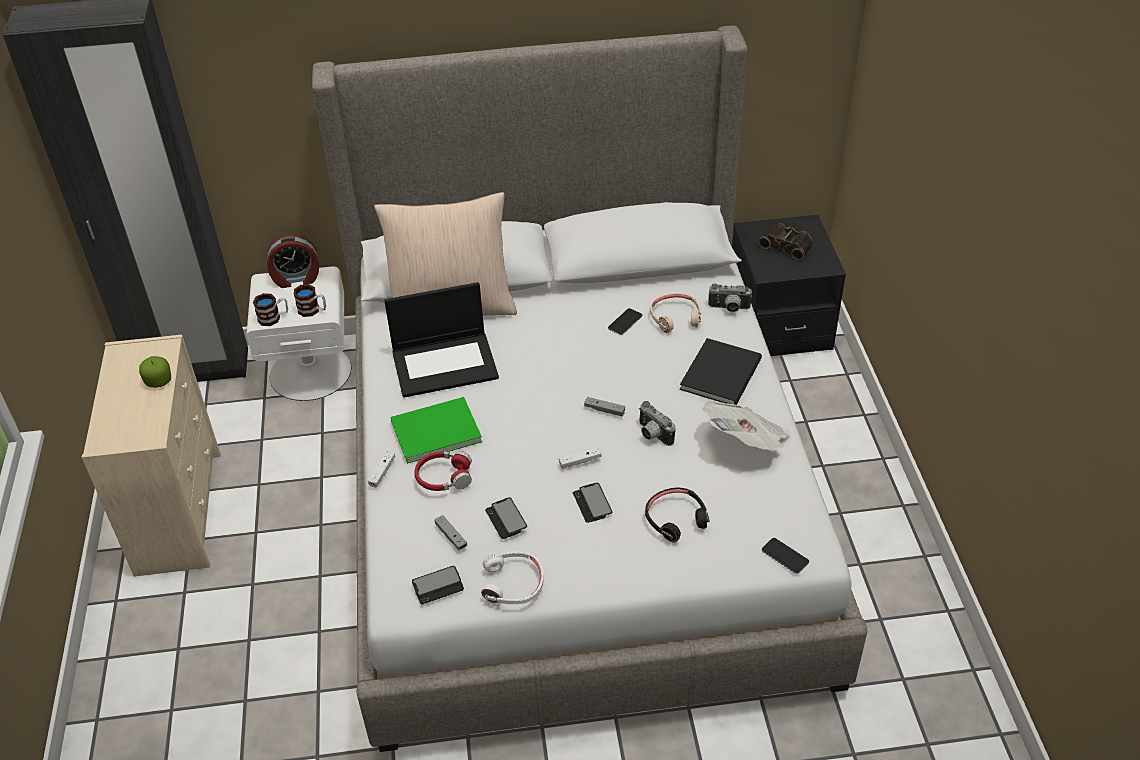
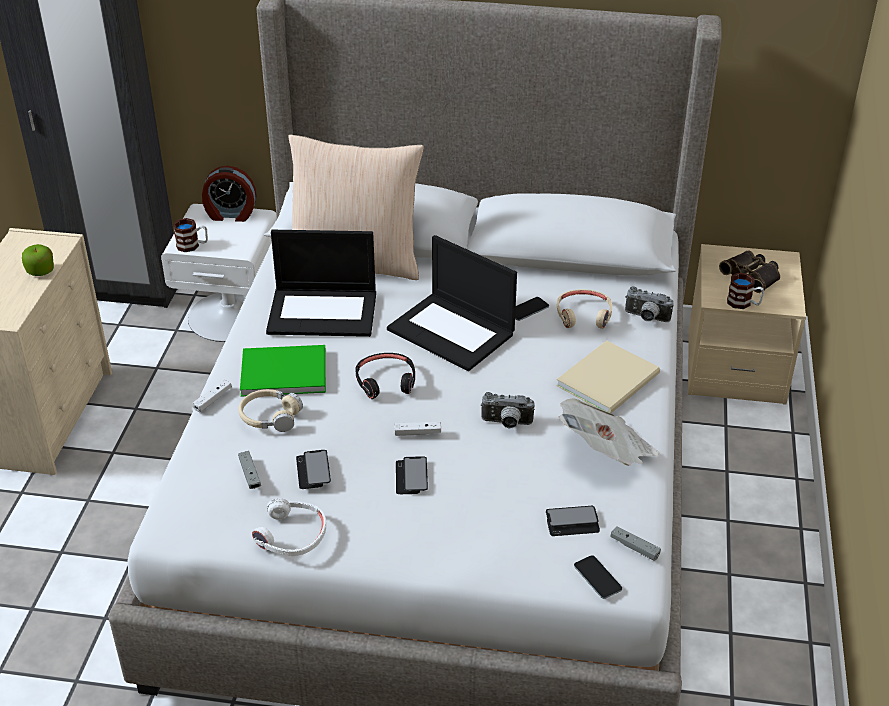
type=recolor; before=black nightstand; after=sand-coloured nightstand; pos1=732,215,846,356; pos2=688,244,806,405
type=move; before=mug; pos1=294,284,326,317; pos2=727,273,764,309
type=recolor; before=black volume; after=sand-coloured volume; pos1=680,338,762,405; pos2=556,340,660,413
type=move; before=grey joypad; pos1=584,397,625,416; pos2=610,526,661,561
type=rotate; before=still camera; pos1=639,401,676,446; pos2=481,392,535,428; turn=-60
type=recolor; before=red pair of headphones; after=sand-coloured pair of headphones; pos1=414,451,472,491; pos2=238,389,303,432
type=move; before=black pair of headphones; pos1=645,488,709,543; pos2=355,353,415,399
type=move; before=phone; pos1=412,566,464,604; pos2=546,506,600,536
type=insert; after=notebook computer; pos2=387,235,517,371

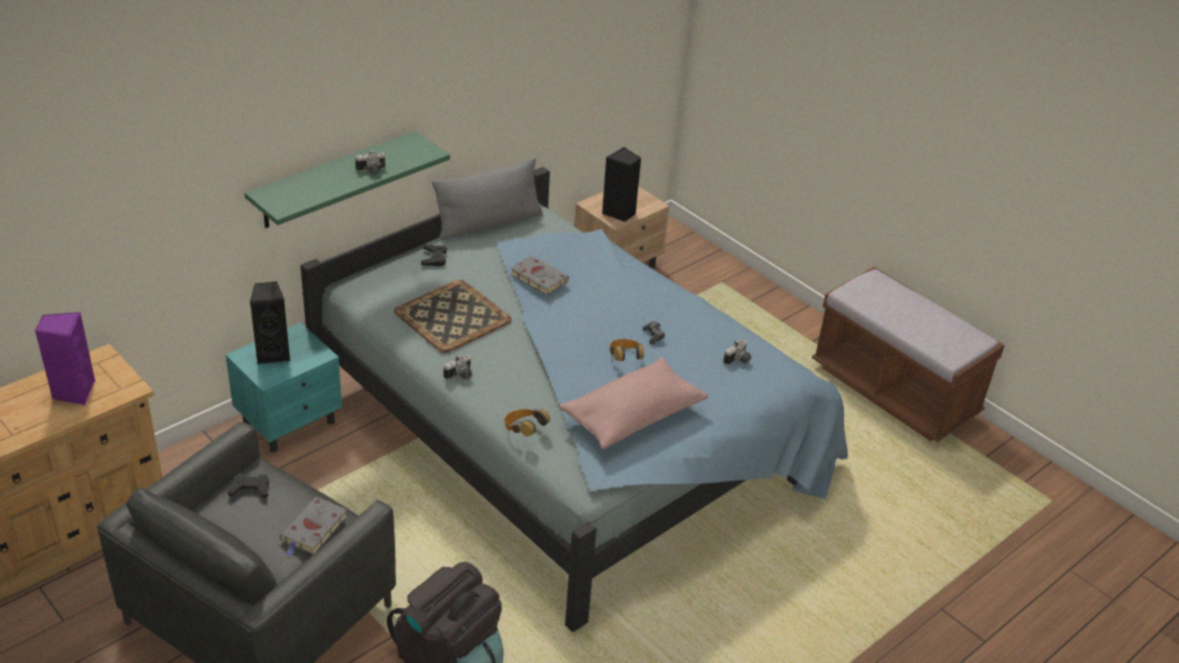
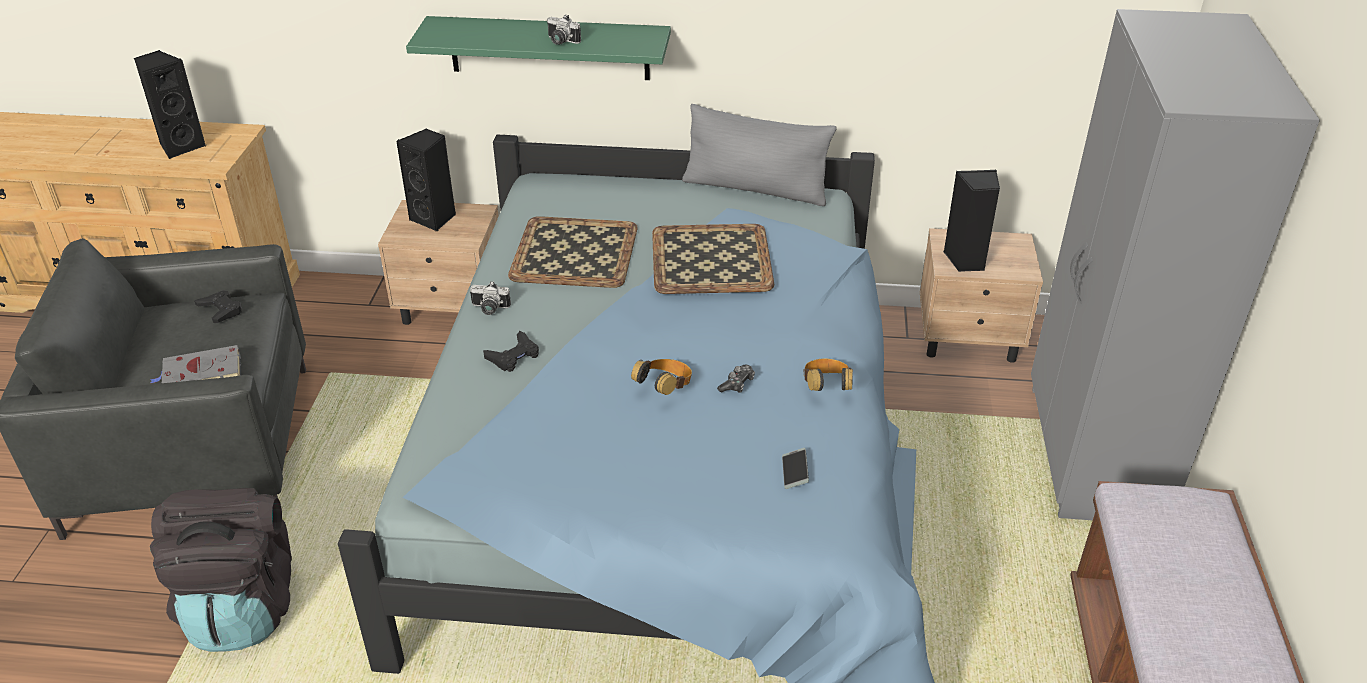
type=move; before=black joypad; pos1=421,244,447,266; pos2=483,331,539,372
type=replace; before=grey volume; after=tray; pos1=510,255,569,295; pos2=652,224,774,294
type=recolor; before=purplish loudspeaker; after=black loudspeaker; pos1=35,312,95,405; pos2=134,50,206,159
type=recolor; before=blue-green nightstand; after=sand-coloured nightstand; pos1=225,322,342,452; pos2=378,200,499,325
type=replace; before=still camera; after=phone; pos1=723,340,751,365; pos2=782,448,809,489
type=delete; before=pink-coloured cushion; pos1=559,358,708,449
type=move; before=pair of headphones; pos1=504,409,550,437; pos2=803,358,853,391
type=insert; after=grey clothes cupboard; pos2=1031,9,1320,520

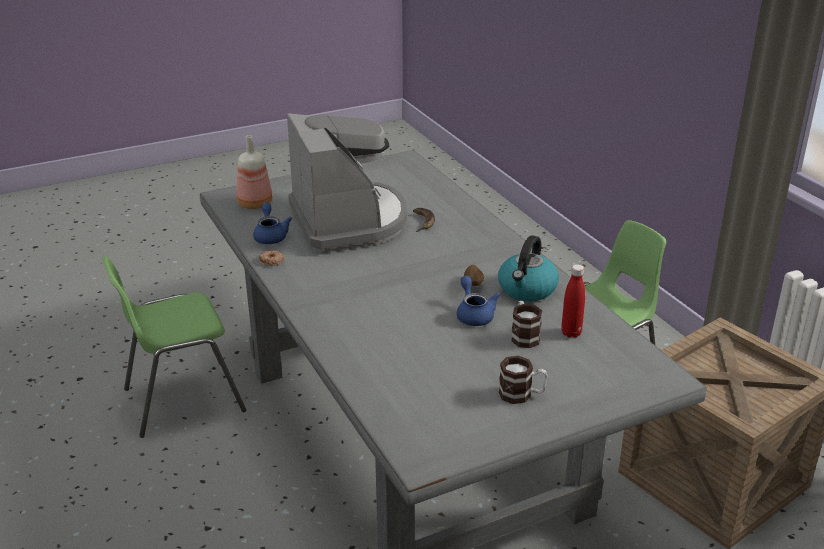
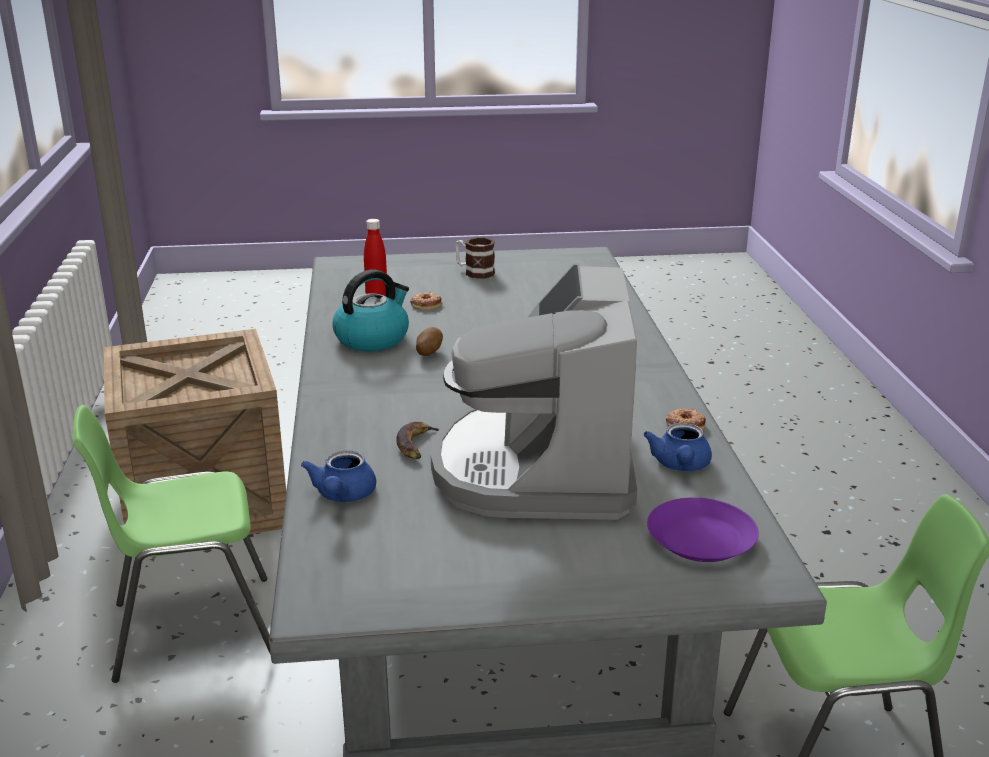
type=replace; before=bottle; after=purplish flat dish; pos1=236,135,273,209; pos2=647,497,759,562
type=move; before=bluish tea pot; pos1=457,276,500,326; pos2=301,450,376,502
type=replace; before=mug; after=donut; pos1=511,301,542,348; pos2=410,292,442,310

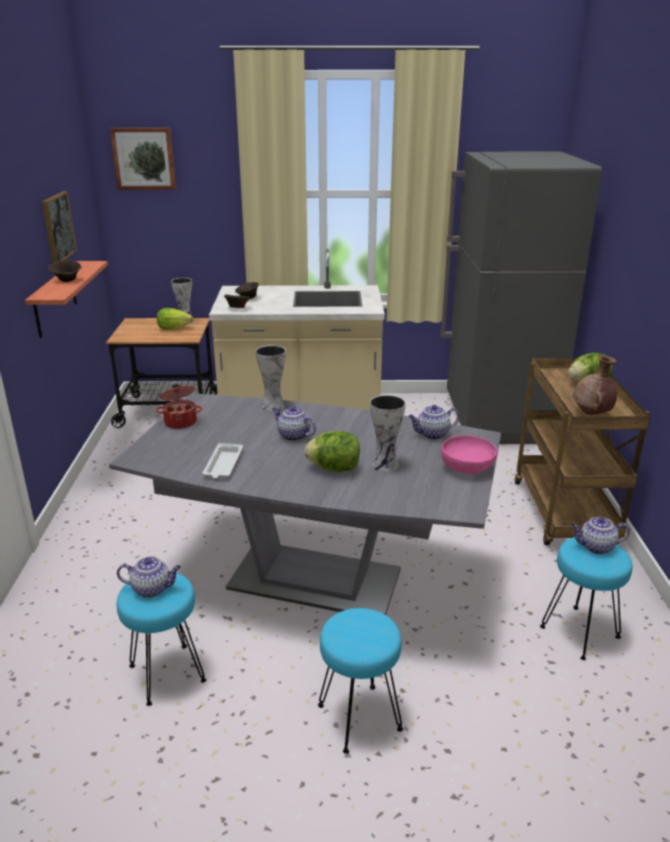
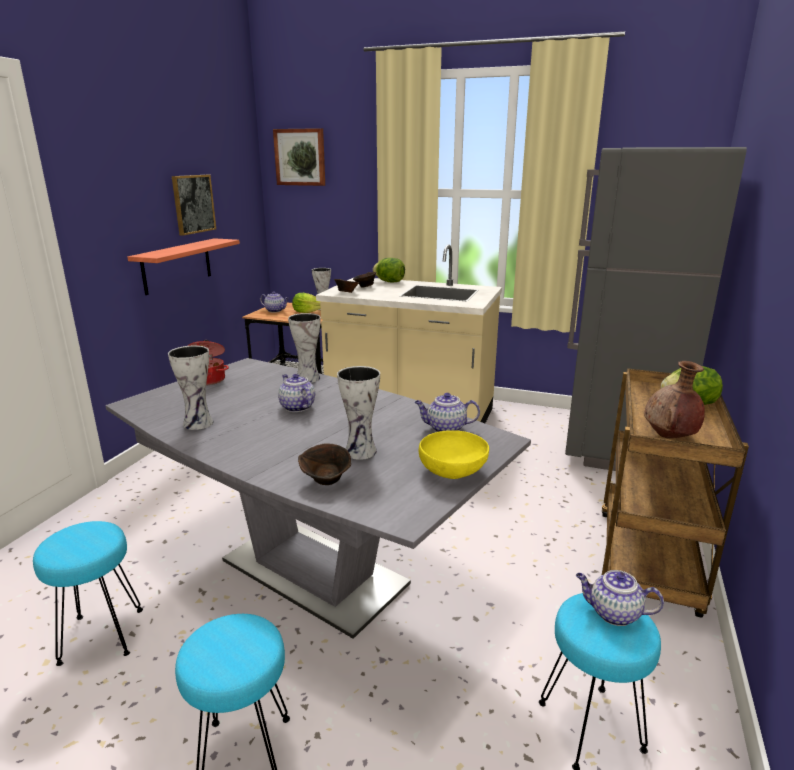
type=move; before=brownish deep dish; pos1=48,260,82,282; pos2=298,443,351,485
type=move; before=lettuce head; pos1=304,431,360,472; pos2=373,258,405,283
type=recolor; before=pink-coloured deep dish; after=yellowish deep dish; pos1=441,435,498,474; pos2=419,430,489,479
type=replace; before=whitish tray; after=decorative vase; pos1=202,443,243,478; pos2=168,345,214,430
type=move; before=tea pot; pos1=117,557,181,598; pos2=260,291,288,312

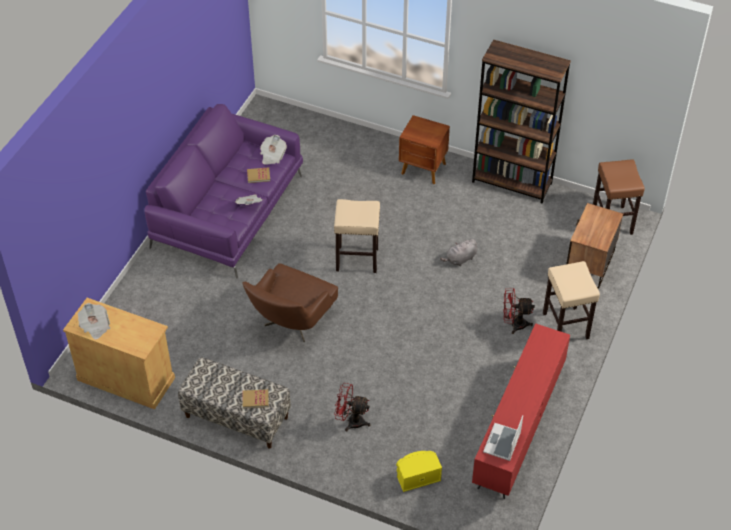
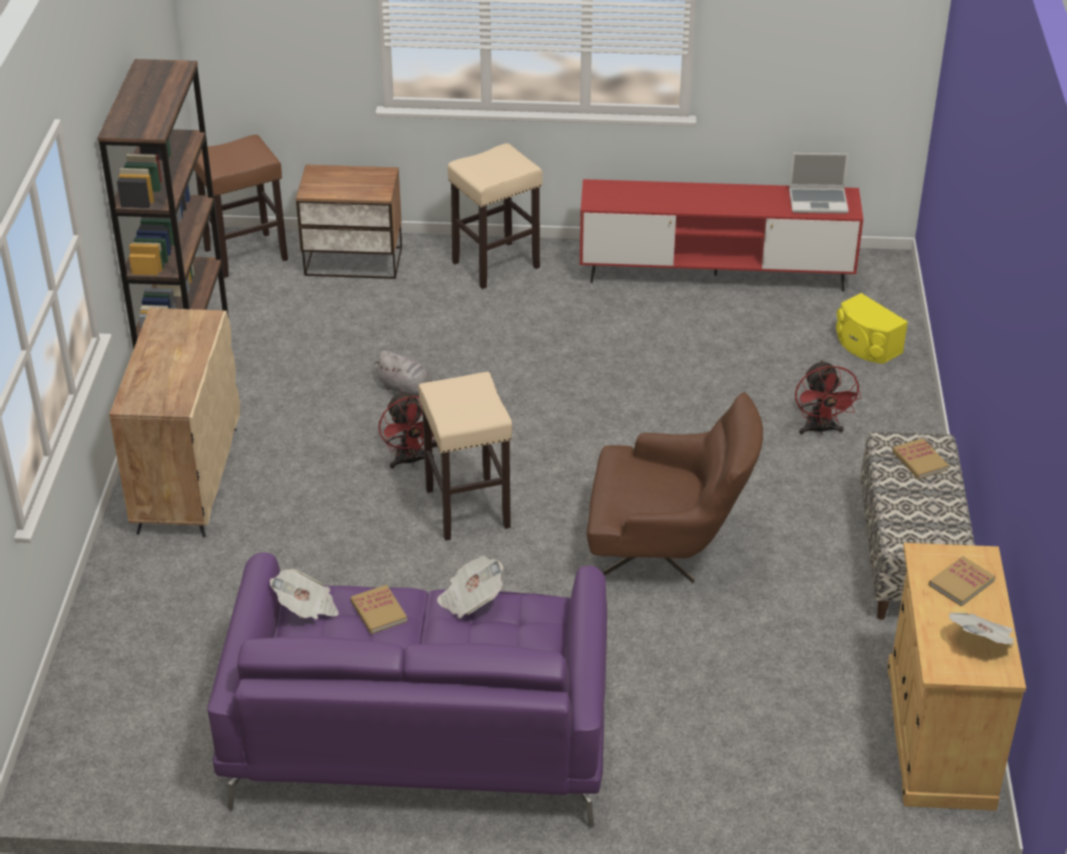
type=replace; before=brownish nightstand; after=sand-coloured storage cabinet; pos1=399,115,450,184; pos2=109,308,240,537
type=move; before=red cooling fan; pos1=503,288,535,334; pos2=379,390,434,469
type=insert; after=volume; pos2=929,556,995,607

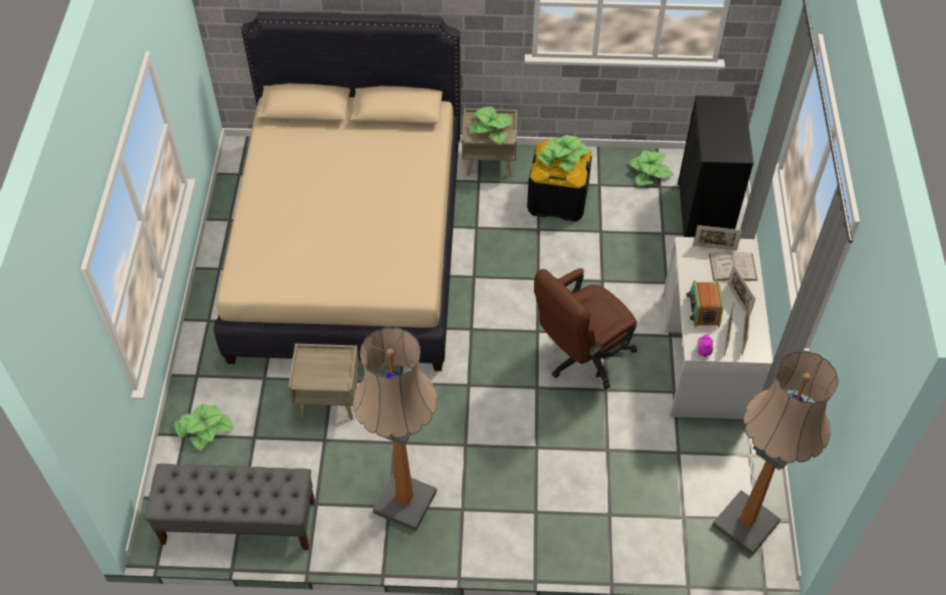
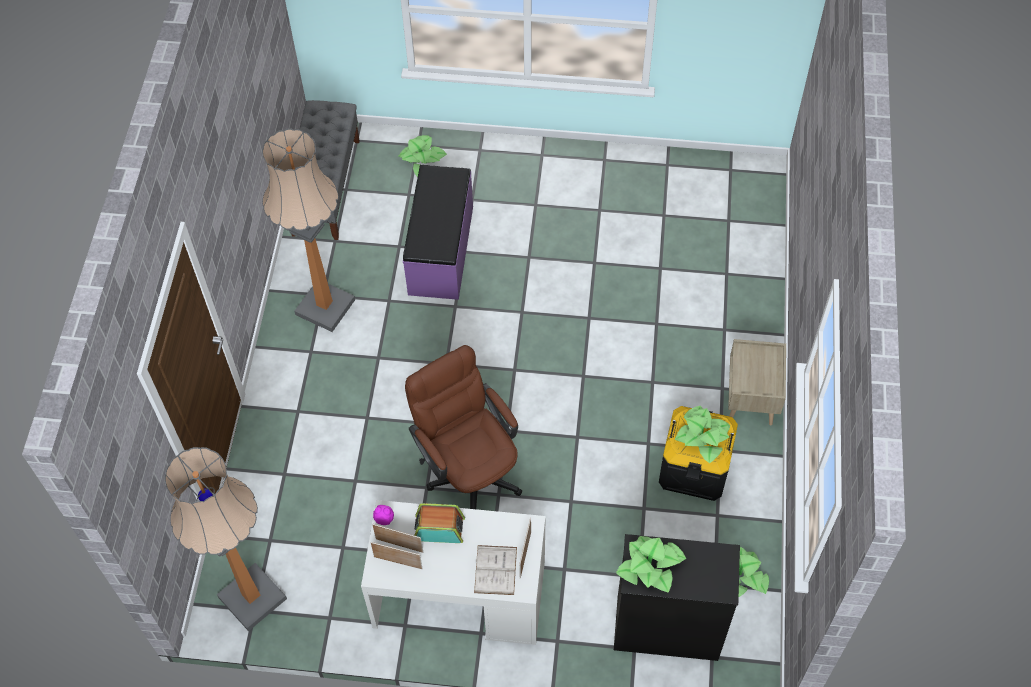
type=delete; before=sand-coloured bedroom bed; pos1=213,12,461,371
type=move; before=plant in a pot; pos1=469,106,513,144; pos2=616,536,686,593
type=delete; before=standing frame; pos1=728,265,756,315
type=replace; before=sand-coloured nightstand; after=purplish bench; pos1=288,343,360,420; pos2=403,165,473,300

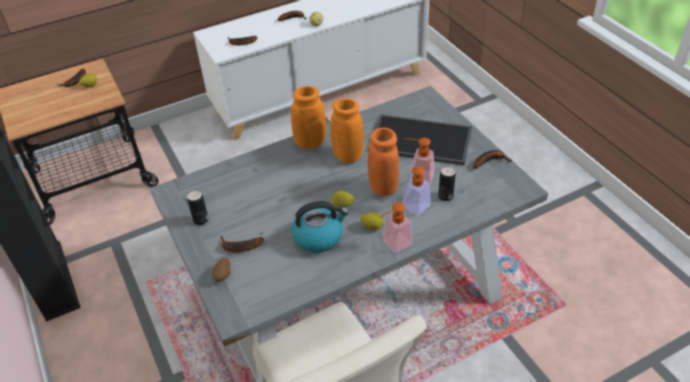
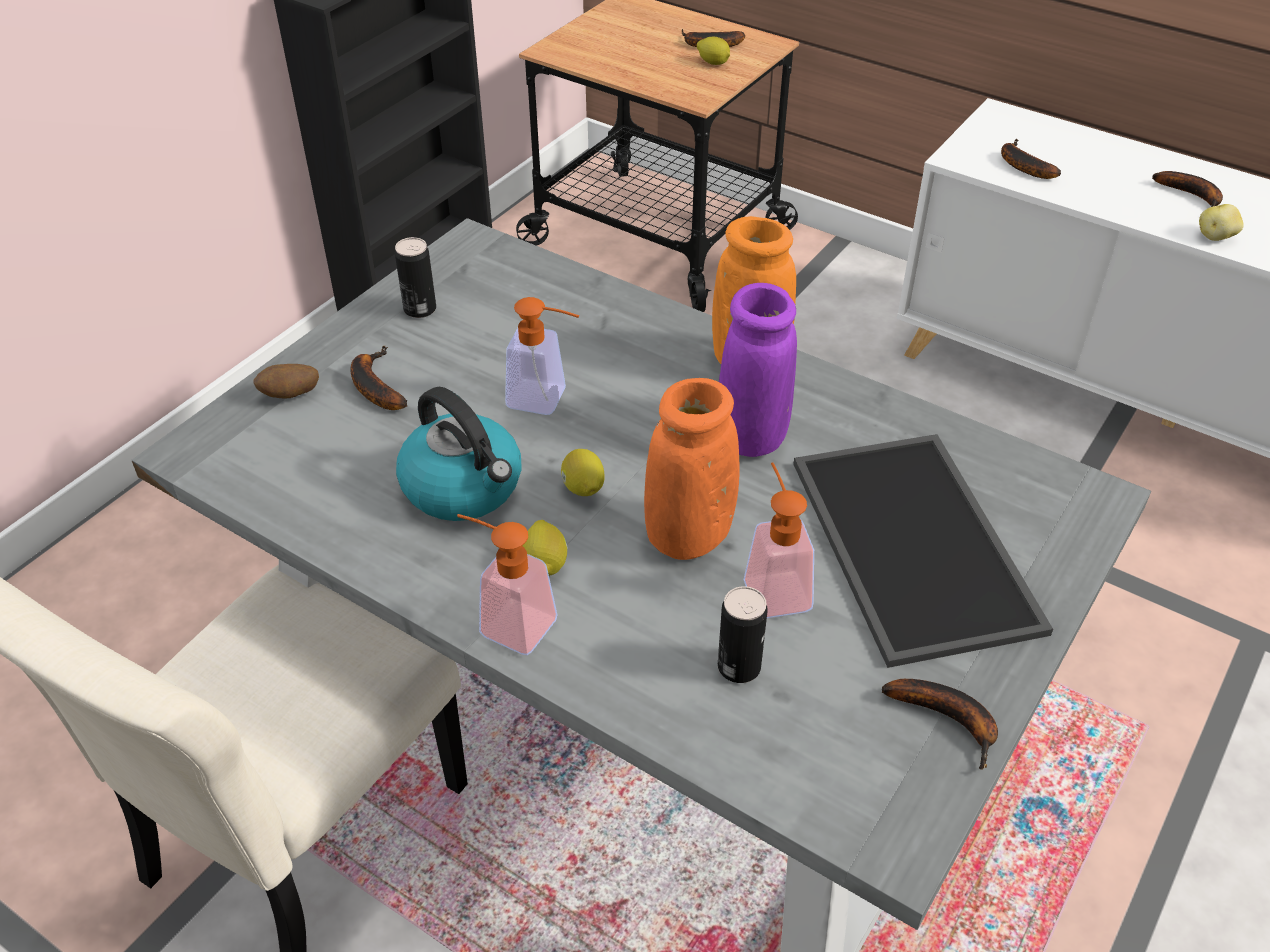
type=recolor; before=orange-coloured decorative vase; after=purplish decorative vase; pos1=331,99,364,163; pos2=719,283,797,457
type=move; before=soap bottle; pos1=403,160,432,215; pos2=505,297,580,415

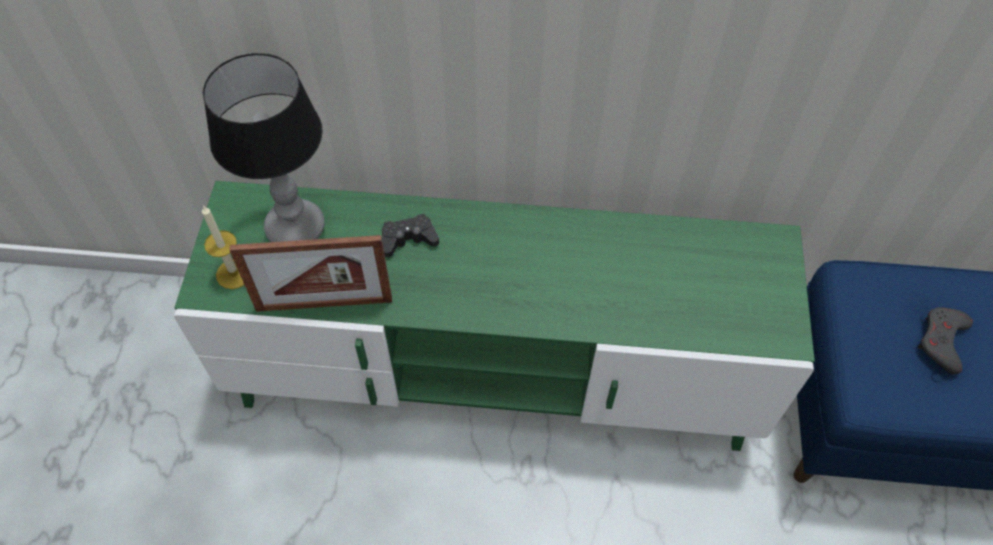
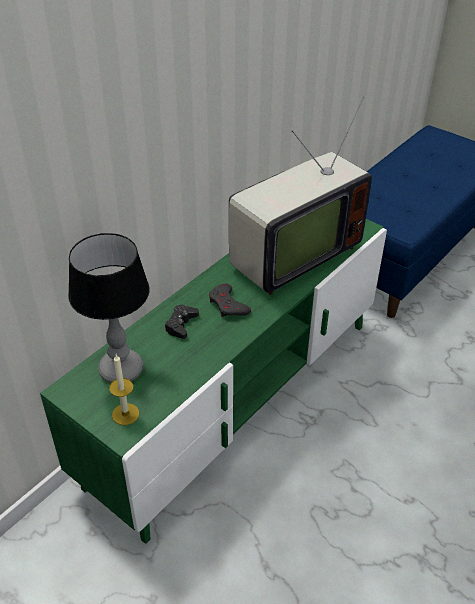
type=delete; before=standing frame; pos1=229,235,392,312
type=move; before=grey joypad; pos1=918,307,973,374; pos2=209,284,251,317
type=insert; after=TV set; pos2=229,97,372,295

